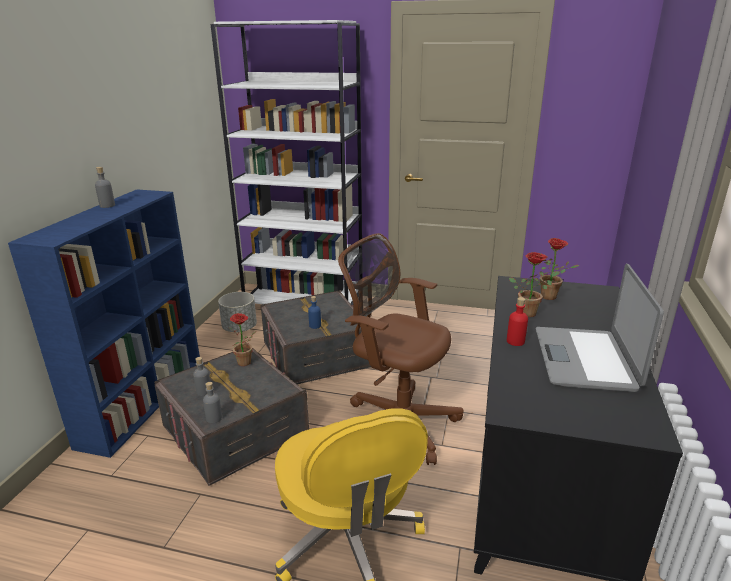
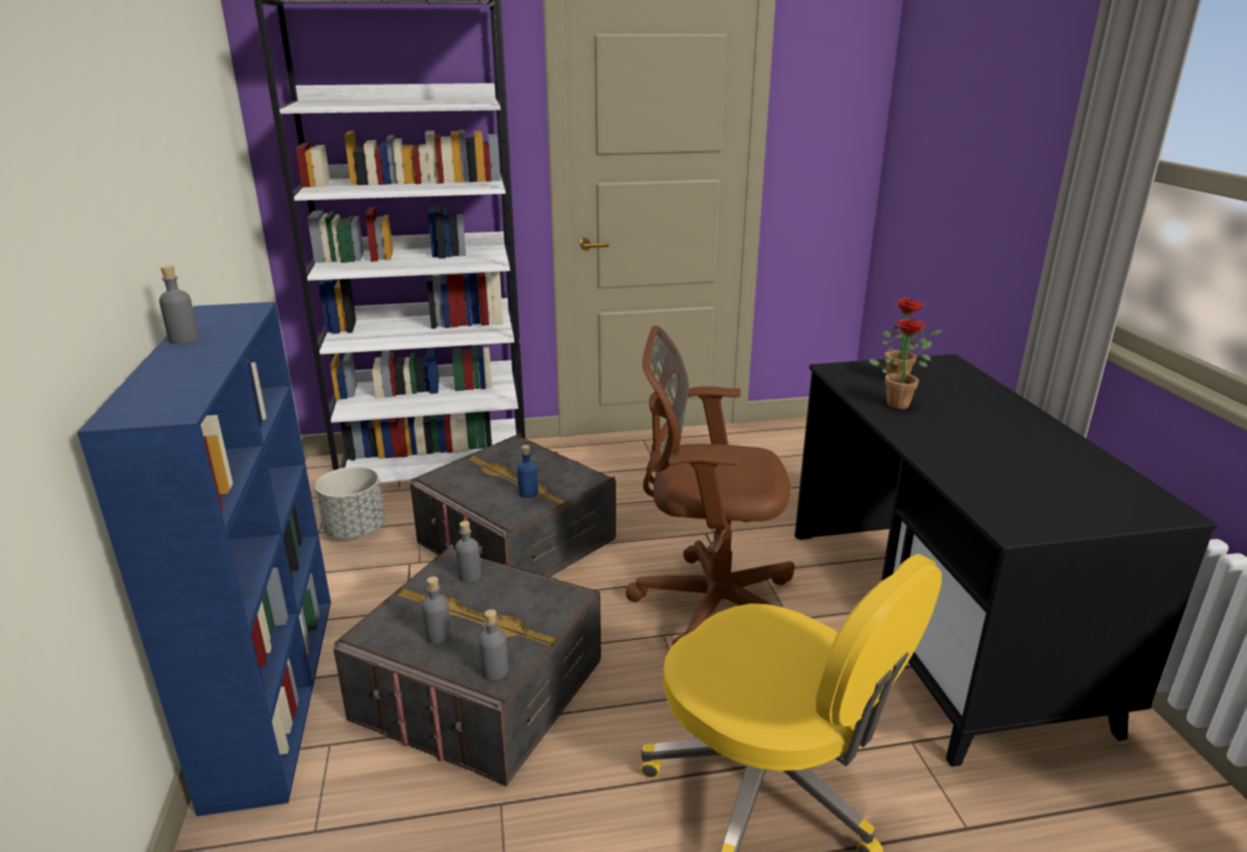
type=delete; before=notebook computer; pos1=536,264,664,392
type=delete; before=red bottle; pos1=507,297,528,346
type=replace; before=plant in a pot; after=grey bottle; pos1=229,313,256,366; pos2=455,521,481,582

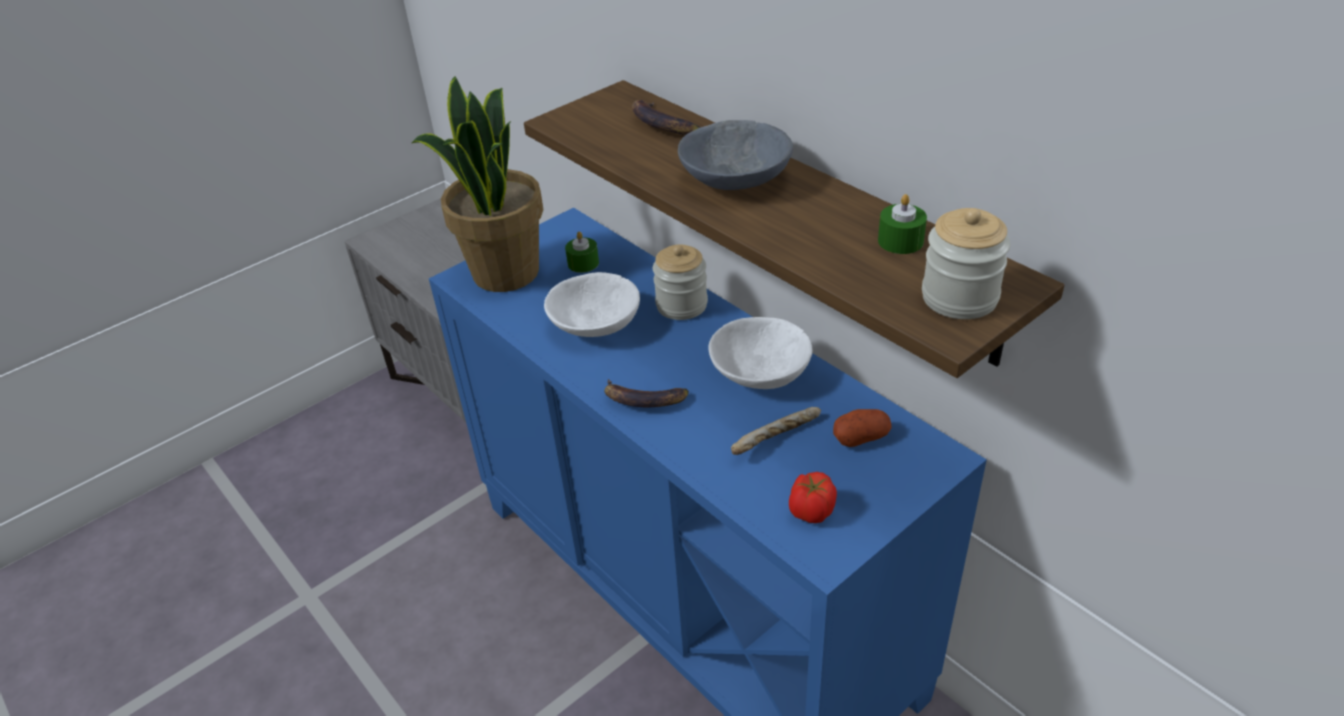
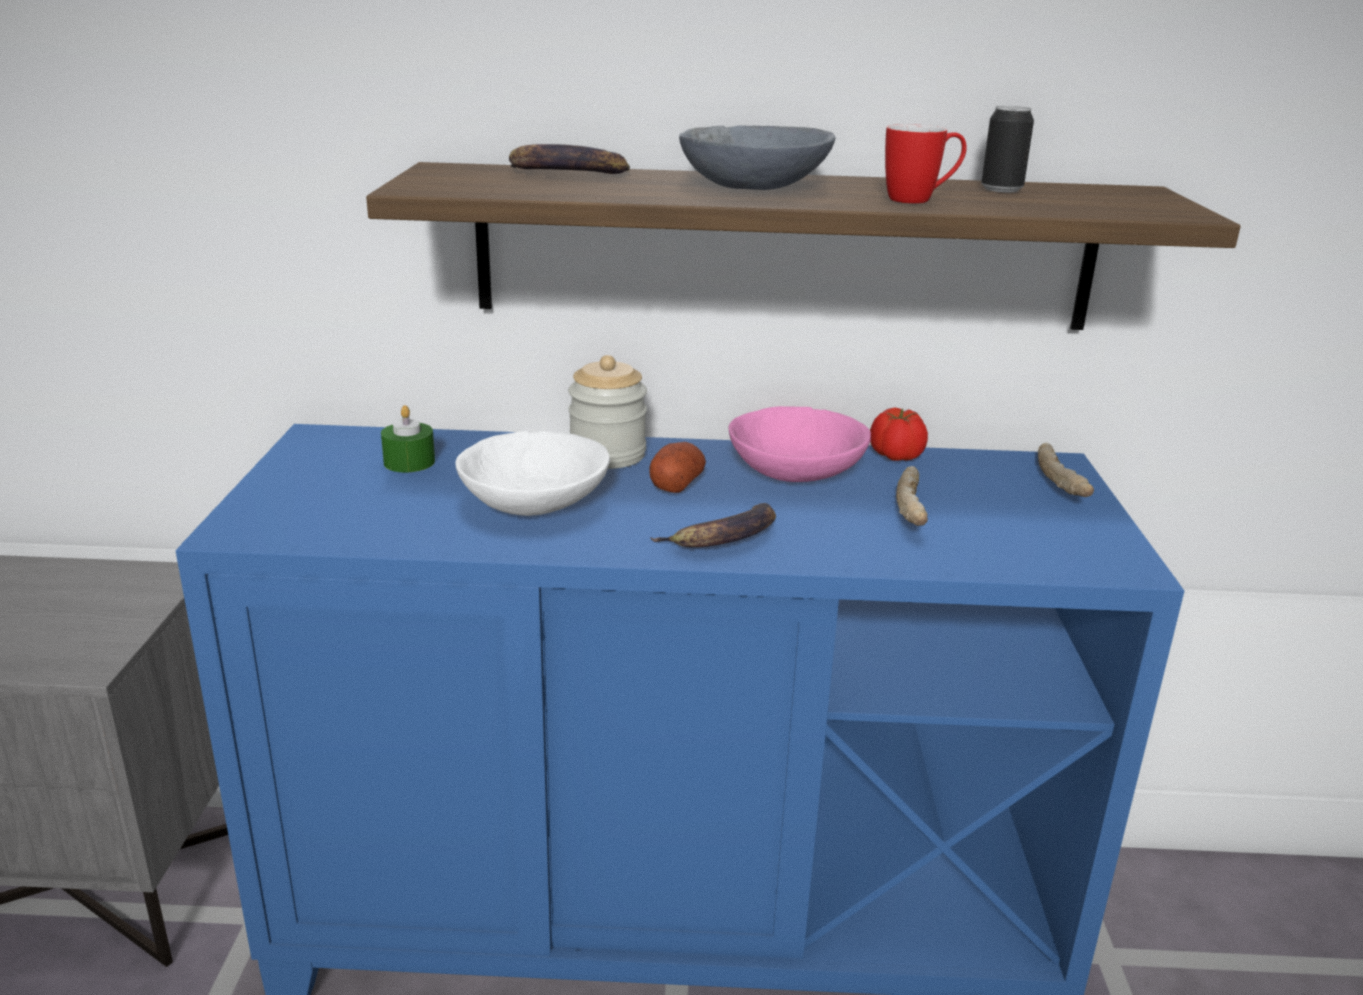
type=delete; before=plant in a pot; pos1=412,76,544,292
type=replace; before=green wax light; after=metal can; pos1=878,194,927,254; pos2=981,106,1034,192
type=delete; before=storage jar; pos1=922,208,1010,319
type=recolor; before=whitish deep dish; after=pink-coloured deep dish; pos1=708,317,812,389; pos2=729,406,871,482
type=move; before=spud; pos1=833,409,892,447; pos2=649,442,706,493
type=move; before=tomato; pos1=789,472,837,523; pos2=870,407,928,461
type=insert; after=mug; pos2=885,124,967,204
type=insert; after=baked bread; pos2=1038,443,1094,497

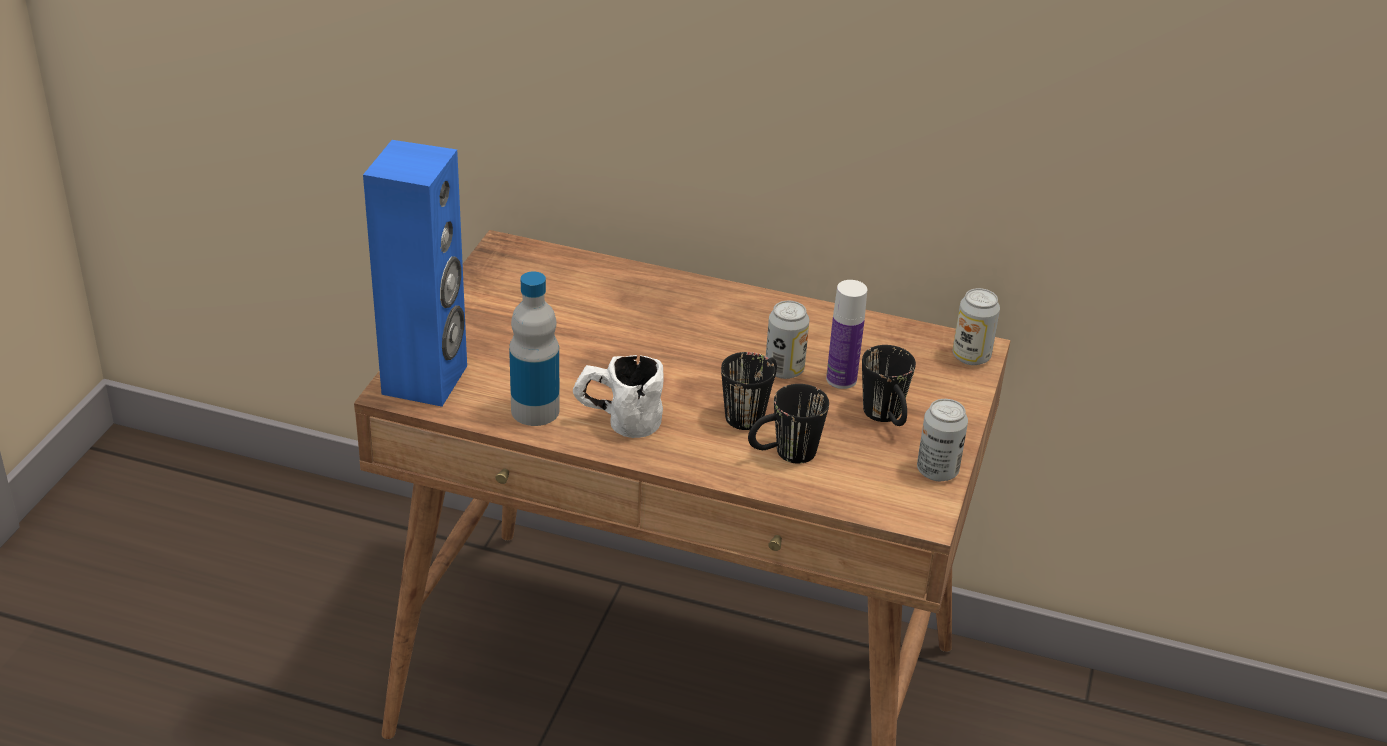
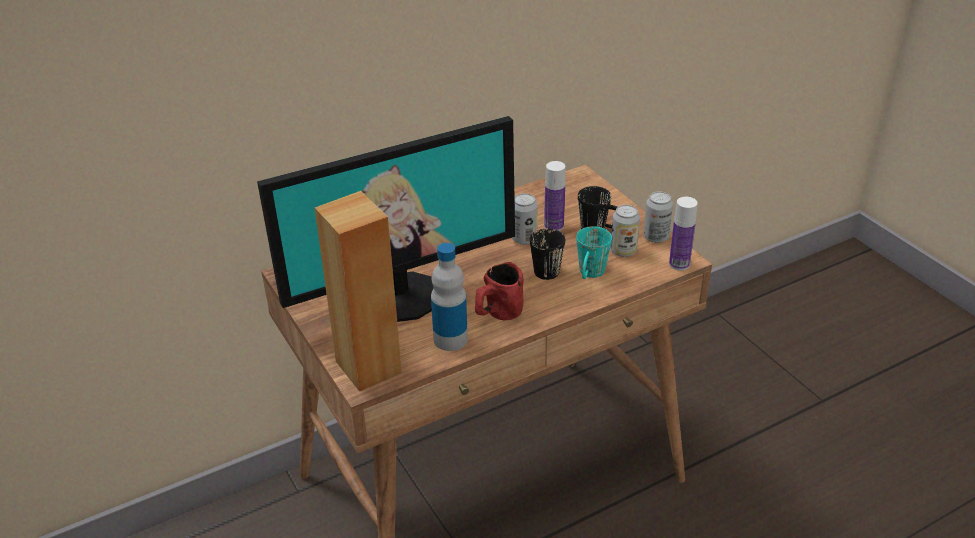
type=recolor; before=bluish loudspeaker; after=brownish loudspeaker; pos1=363,140,467,407; pos2=315,191,402,391
type=move; before=metal can; pos1=953,288,1000,365; pos2=611,205,640,257
type=recolor; before=whitish mug; after=red mug; pos1=573,355,663,438; pos2=475,262,524,320
type=recolor; before=black mug; after=blue-green mug; pos1=748,384,829,464; pos2=576,226,612,279
type=insert; after=computer screen; pos2=257,116,515,322
type=insert; after=bottle; pos2=669,197,698,271

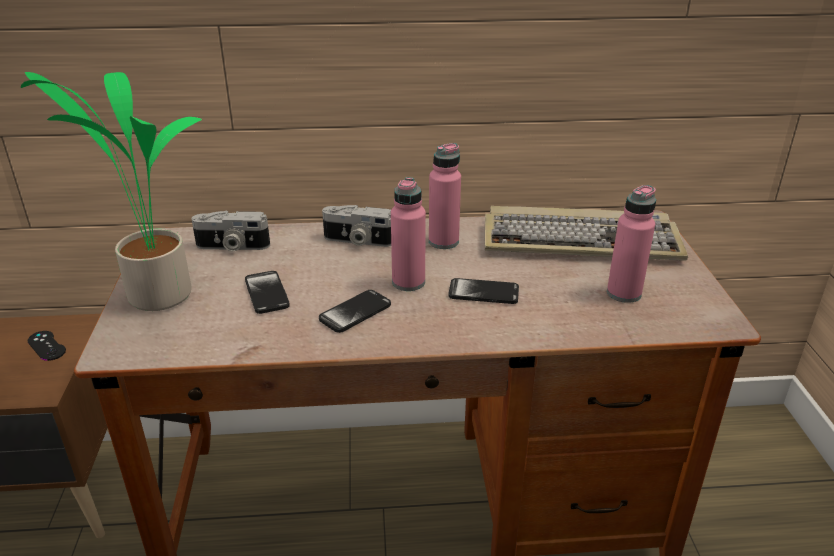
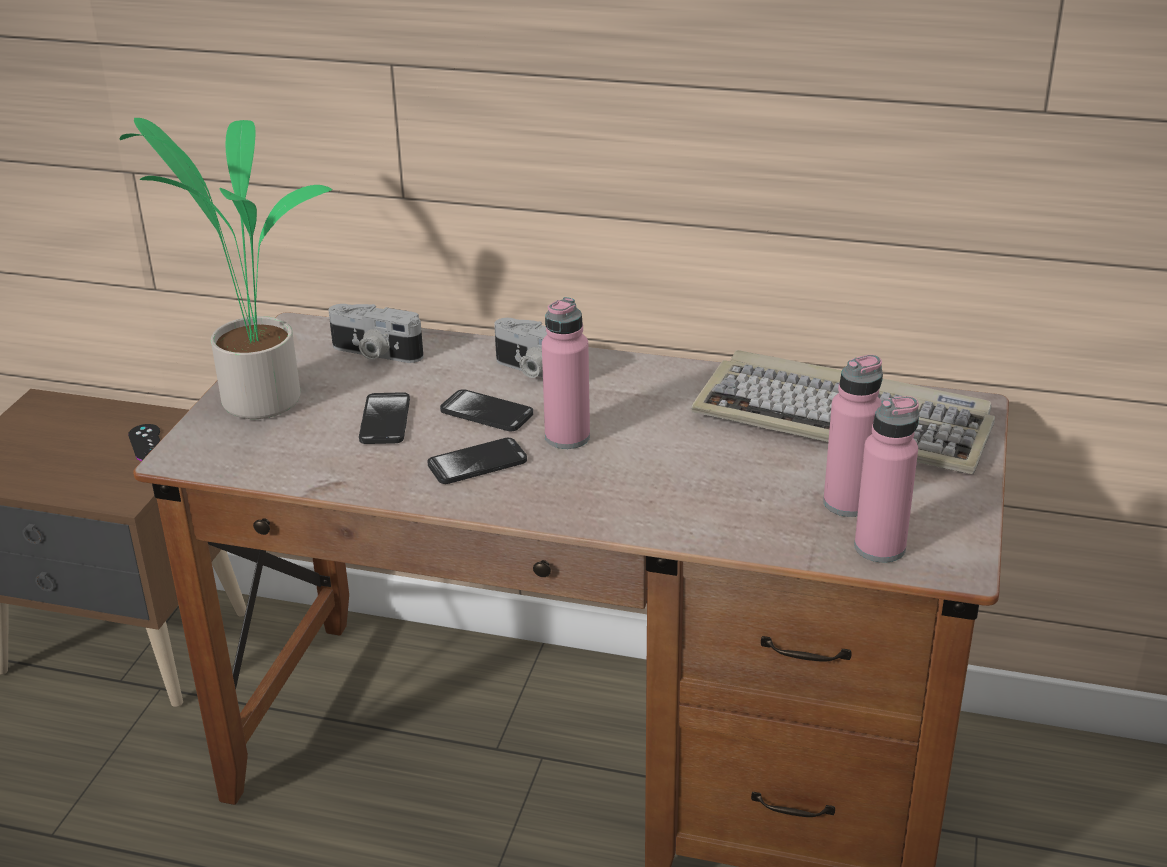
type=move; before=pink-coloured bottle; pos1=429,143,461,249; pos2=854,396,919,563
type=move; before=phone; pos1=449,278,519,304; pos2=440,389,533,431

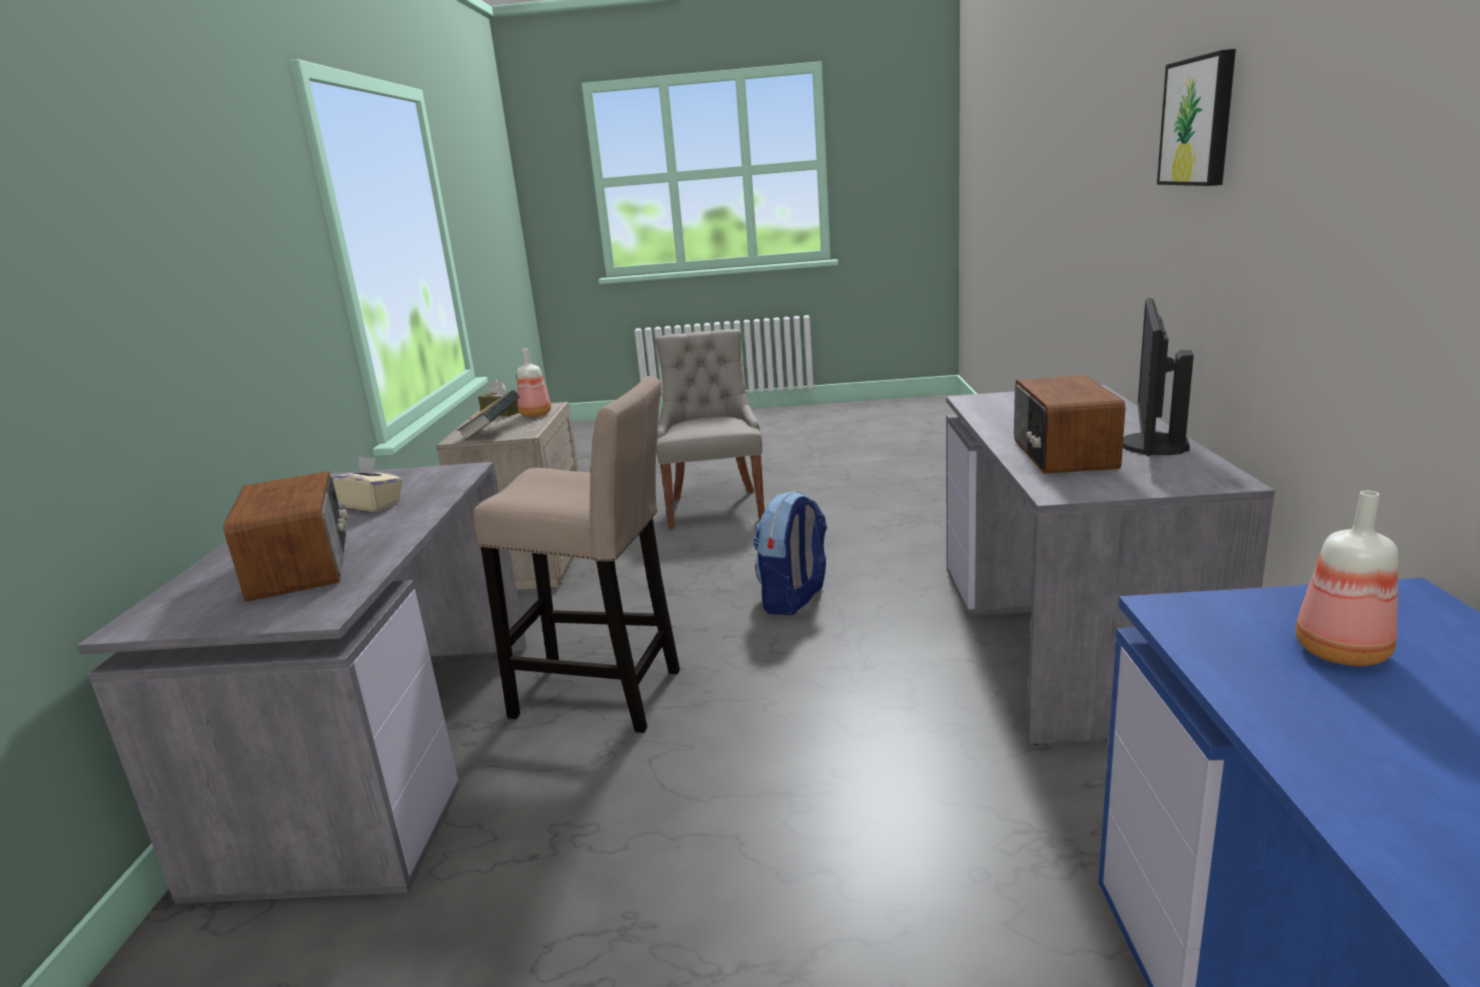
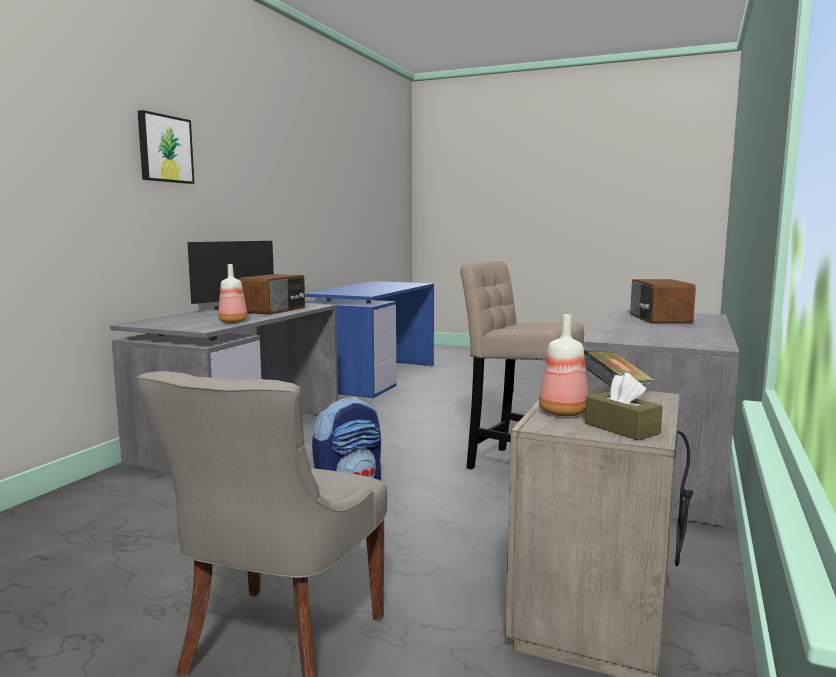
type=delete; before=sand-coloured tissue box; pos1=331,456,402,512
type=move; before=bottle; pos1=1295,491,1398,666; pos2=218,264,247,323

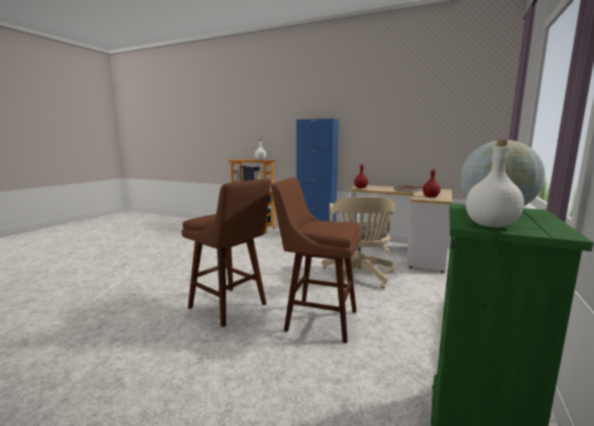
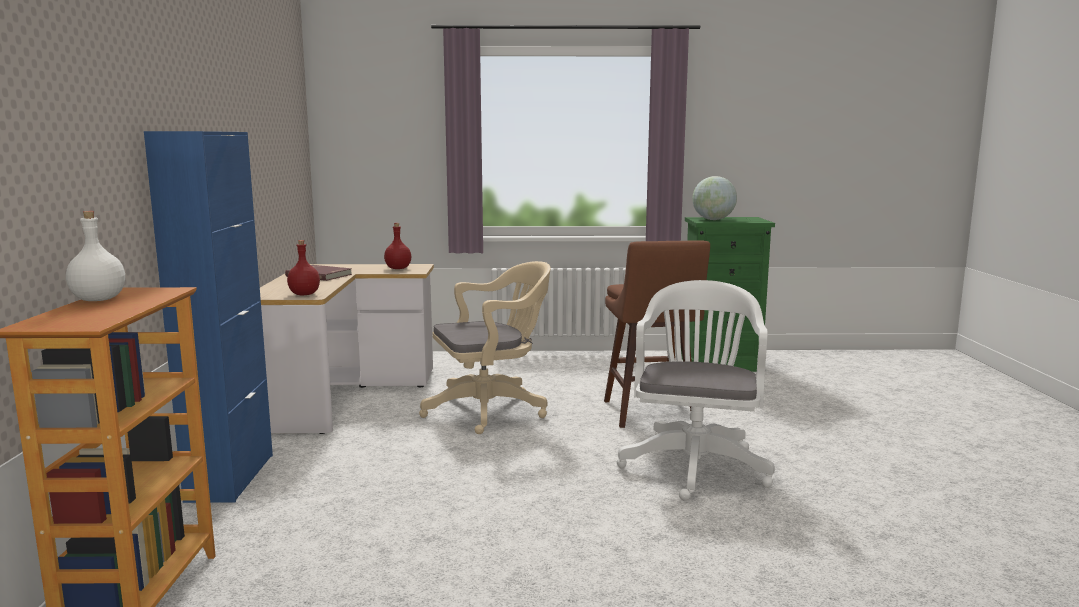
type=delete; before=whitish bottle; pos1=466,140,524,228
type=replace; before=brownish stool seat; after=whitish computer chair; pos1=182,179,271,327; pos2=617,280,775,501

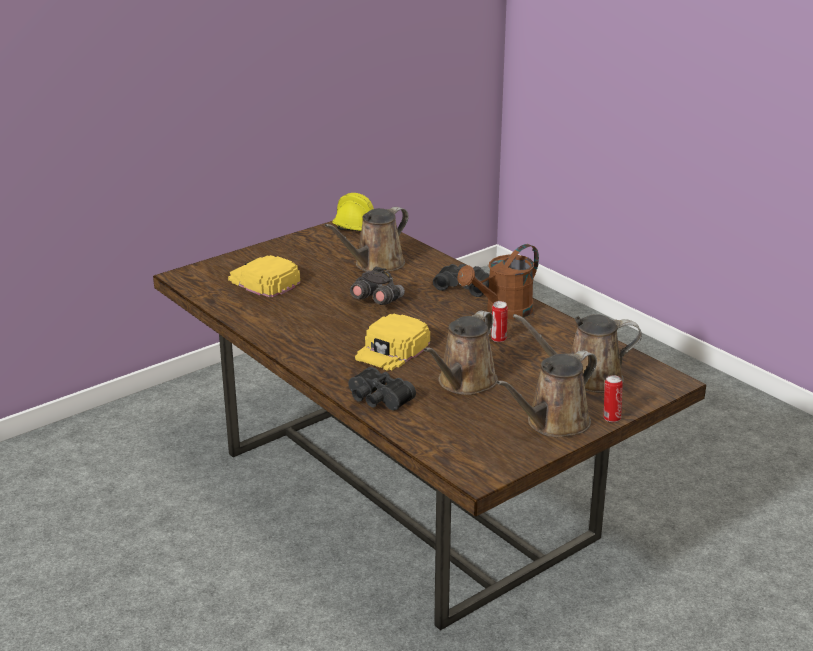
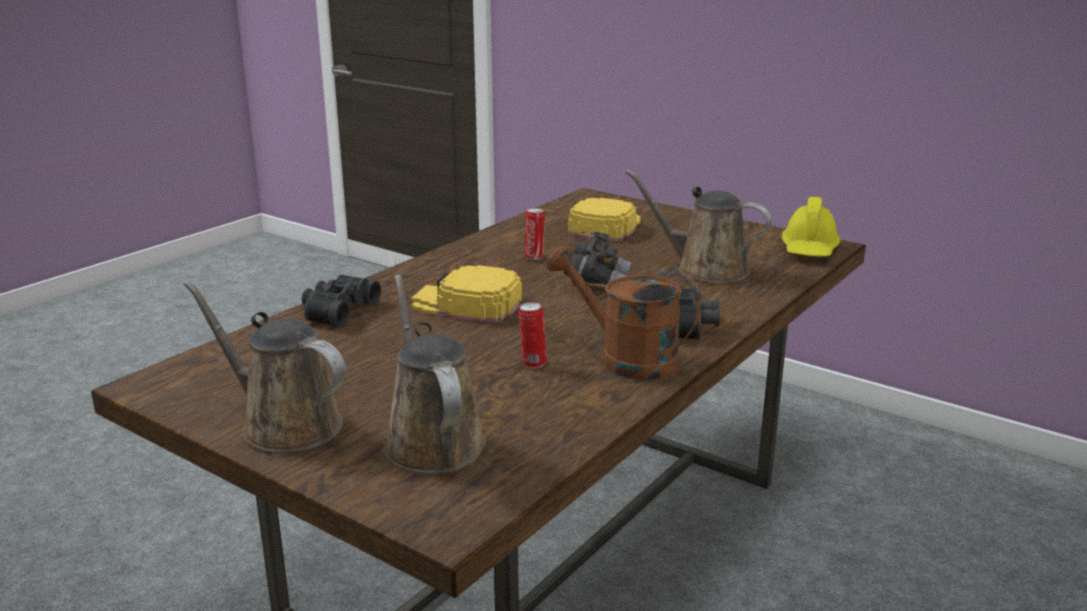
type=delete; before=brownish watering pot; pos1=424,311,498,395
type=move; before=metal can; pos1=604,376,623,422; pos2=524,208,545,260

